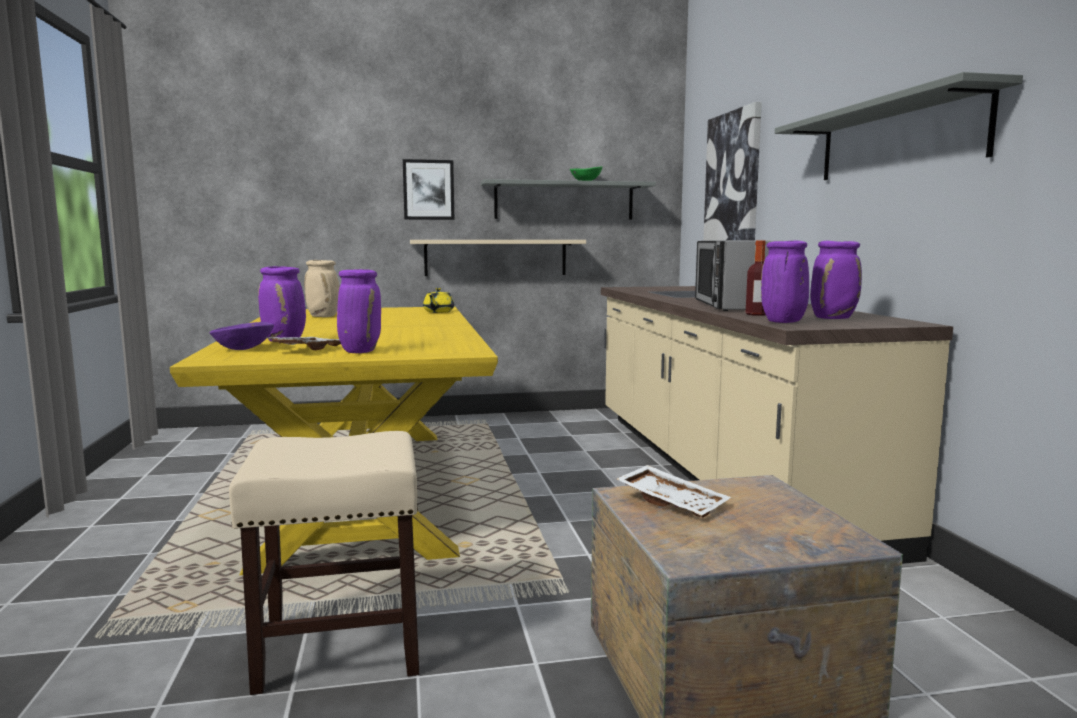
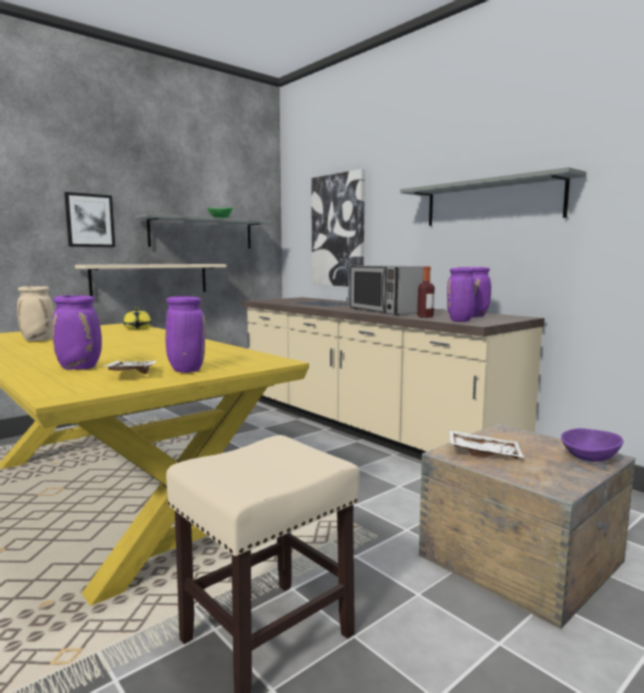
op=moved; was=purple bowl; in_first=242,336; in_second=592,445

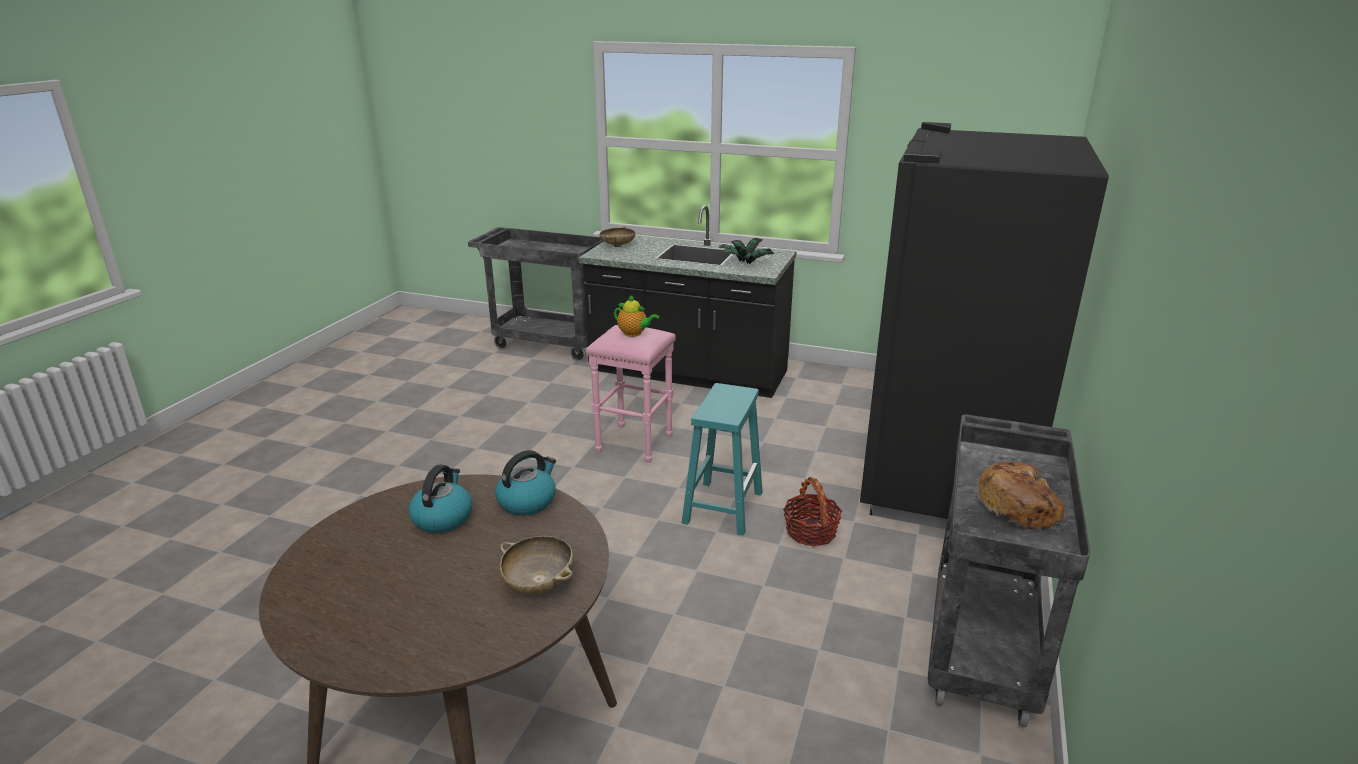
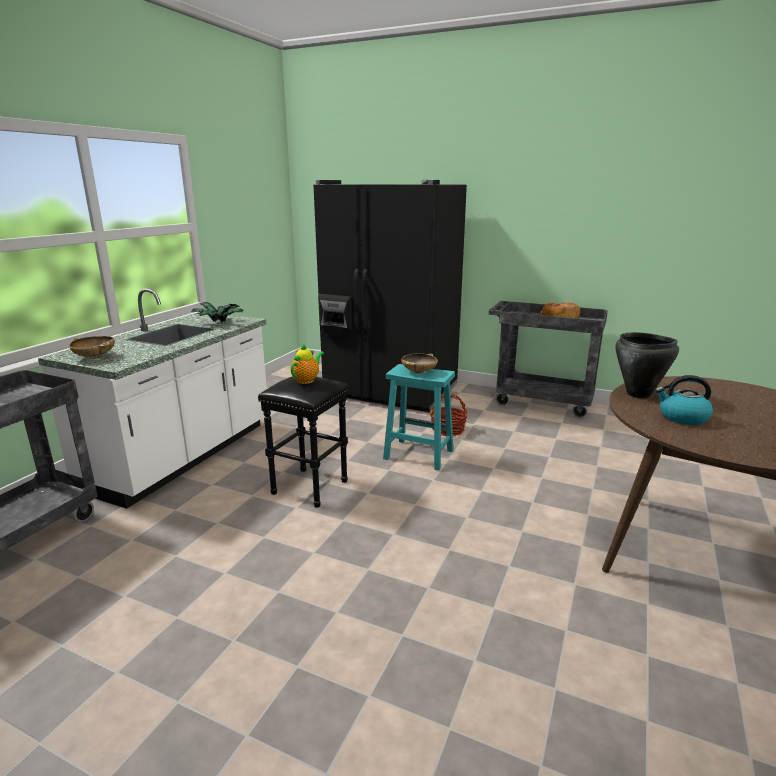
op=recoloured; was=black counter; now=white counter; in_first=688,301; in_second=152,398
op=recoloured; was=pink stool; now=black stool; in_first=631,394; in_second=303,442
op=moved; was=beige bowl; in_first=536,565; in_second=419,363
op=replaced; was=kettle; now=black cooking pot; in_first=525,482; in_second=647,365

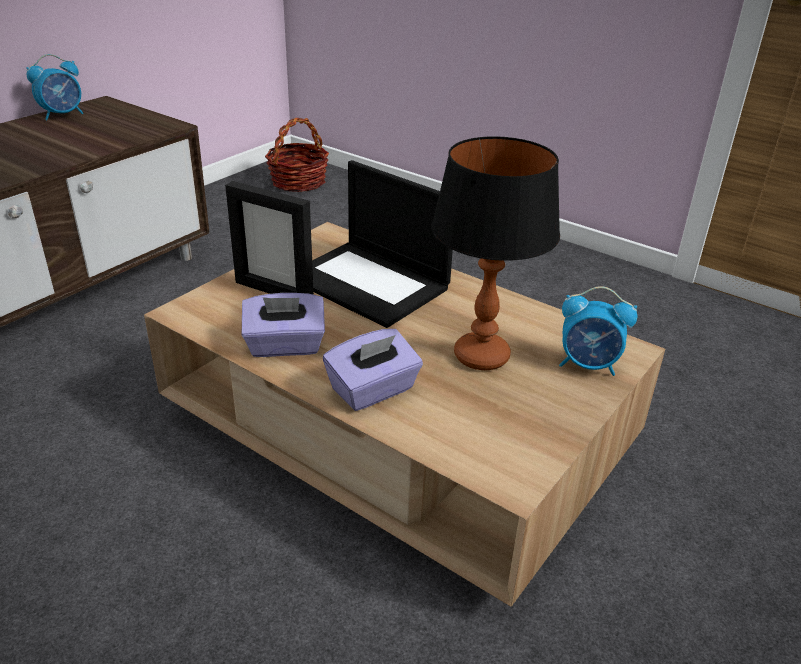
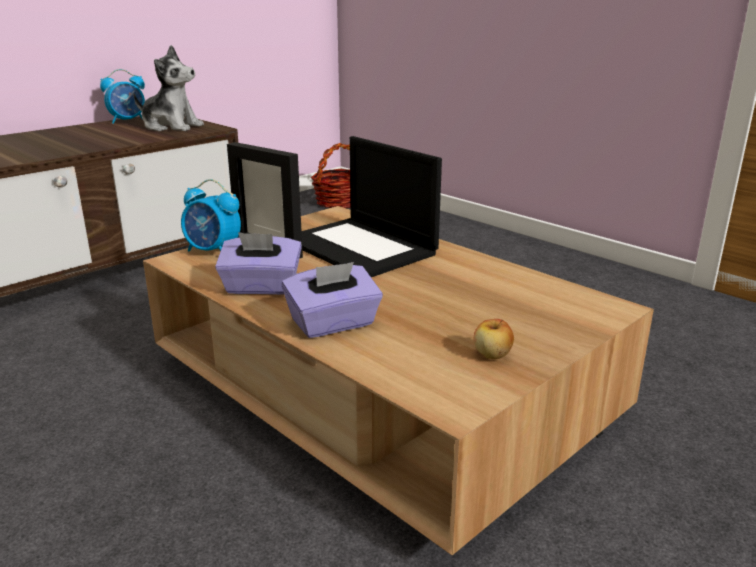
op=added; now=plush toy; in_second=168,88
op=moved; was=alarm clock; in_first=598,331; in_second=211,215
op=added; now=apple; in_second=494,339
op=removed; was=table lamp; in_first=495,253

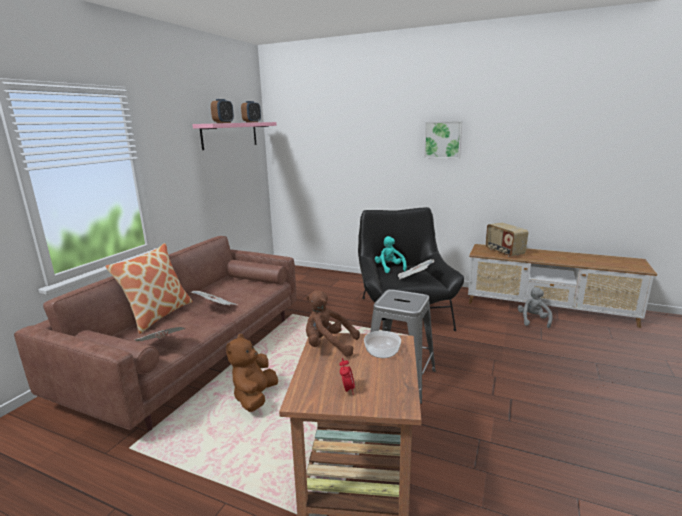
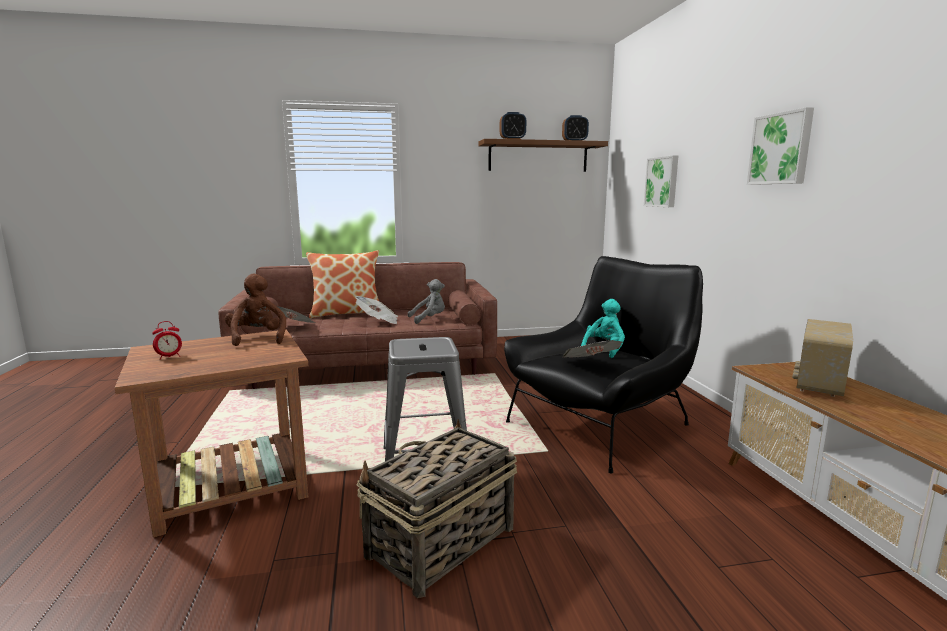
op=added; now=basket; in_second=437,508
op=moved; was=grey plush toy; in_first=535,307; in_second=426,301
op=recoloured; was=pink shelf; now=brown shelf; in_first=234,136; in_second=543,155
op=added; now=picture; in_second=661,181
op=removed; was=brown plush toy; in_first=252,372
op=removed; was=bowl; in_first=382,344

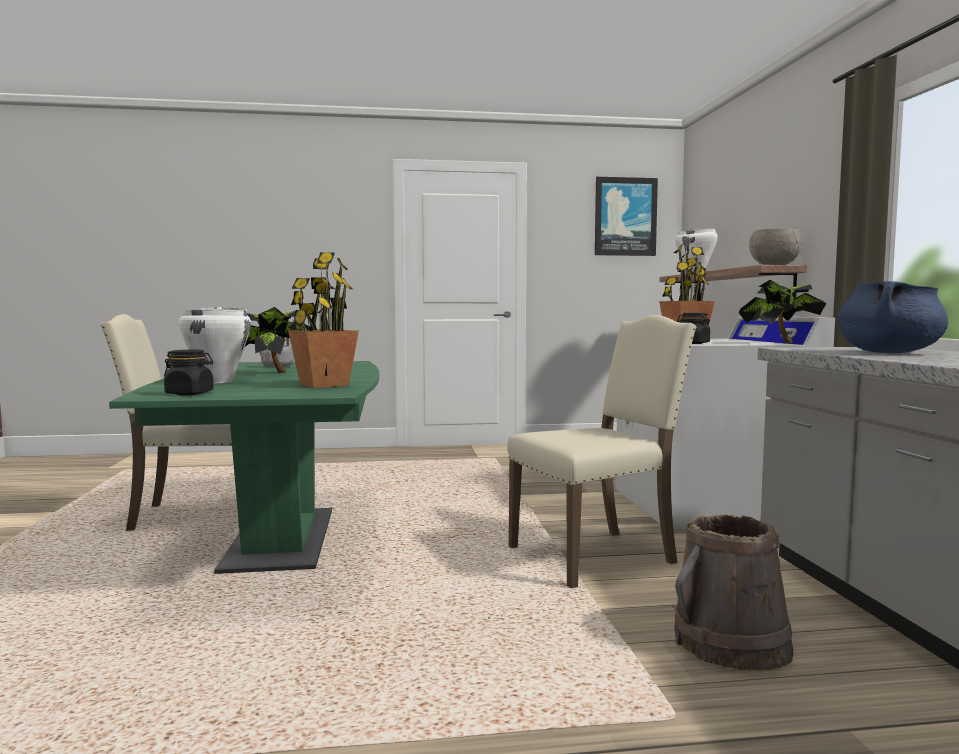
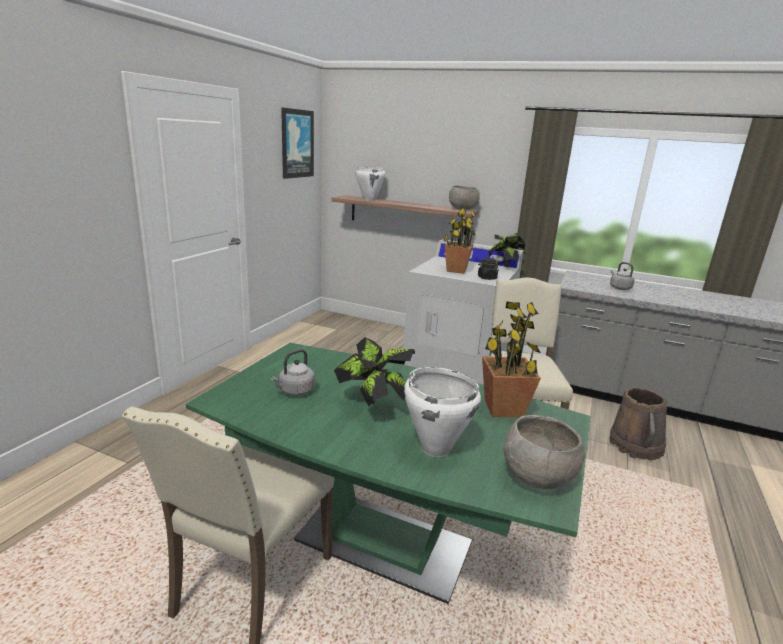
op=replaced; was=black jar; now=grey bowl; in_first=188,372; in_second=544,452
op=replaced; was=blue cooking pot; now=grey kettle; in_first=893,317; in_second=622,276

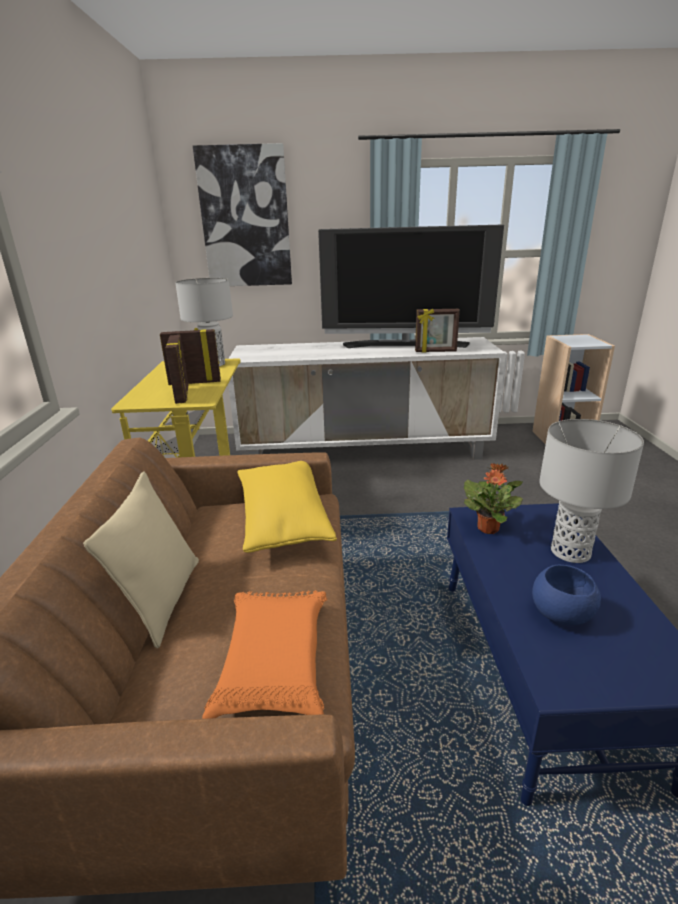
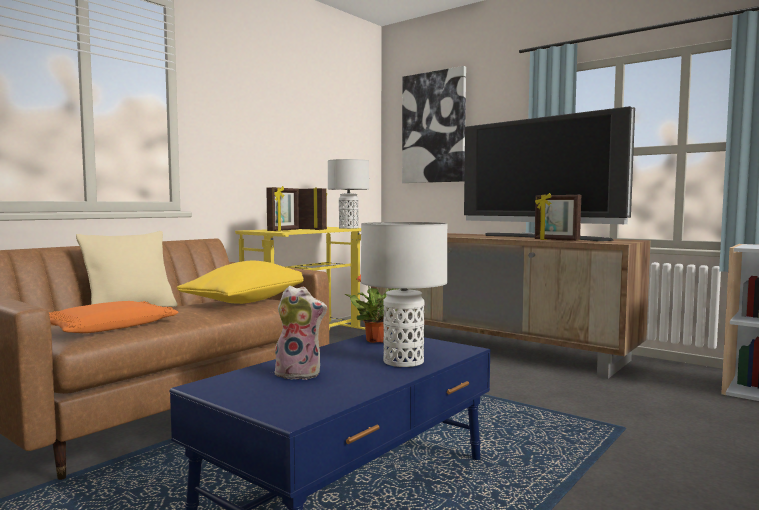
op=replaced; was=blue bowl; now=plush toy; in_first=566,595; in_second=300,333
op=recoloured; was=white tv stand; now=brown tv stand; in_first=367,398; in_second=511,306

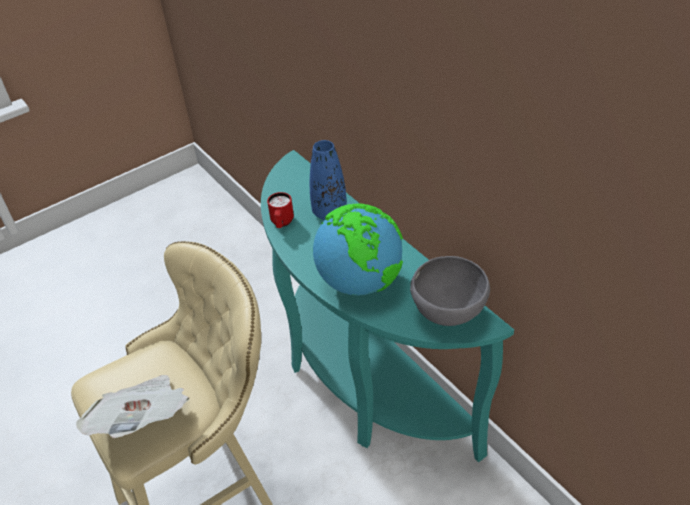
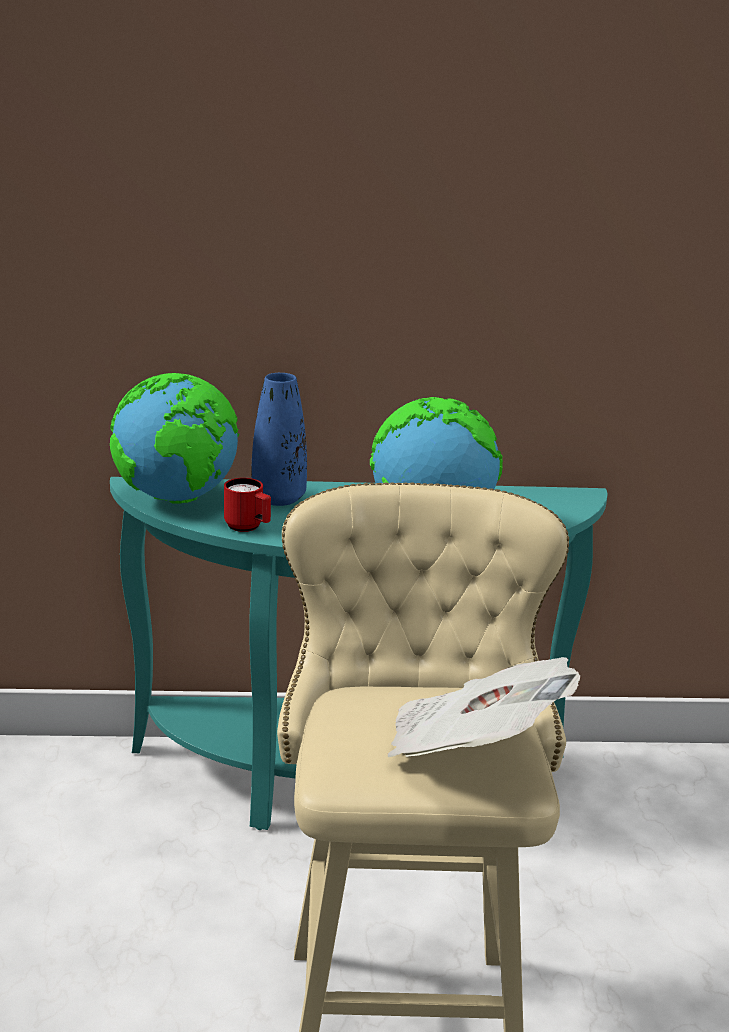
op=added; now=globe; in_second=174,438
op=removed; was=grey bowl; in_first=450,291

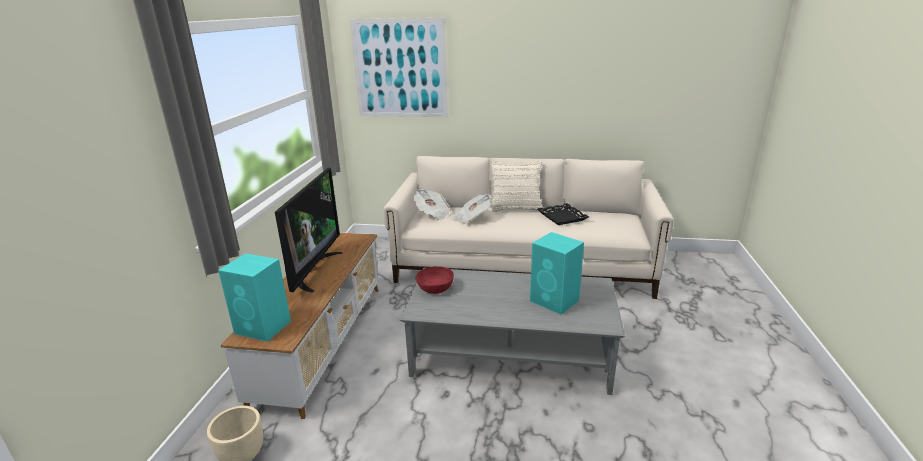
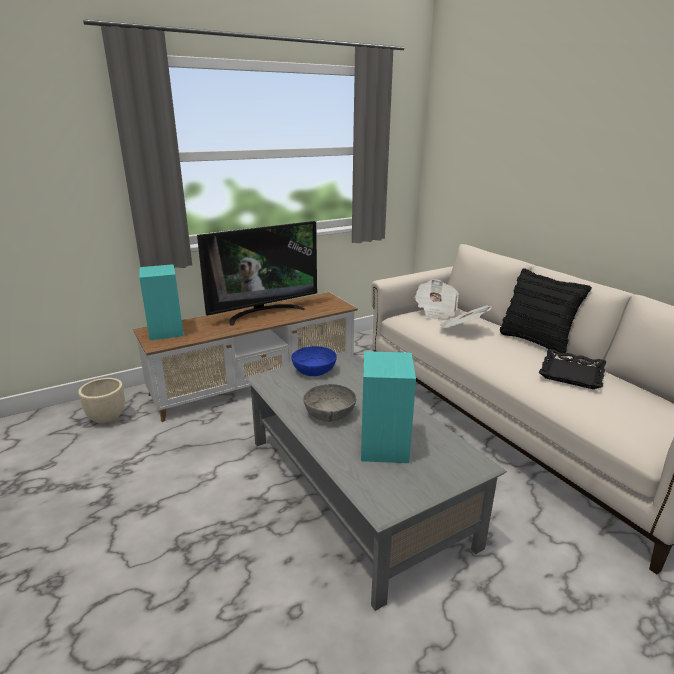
op=recoloured; was=red bowl; now=blue bowl; in_first=435,280; in_second=314,361
op=added; now=grey bowl; in_second=329,403
op=recoloured; was=beige pillow; now=black pillow; in_first=517,186; in_second=546,310
op=removed; was=picture; in_first=399,67

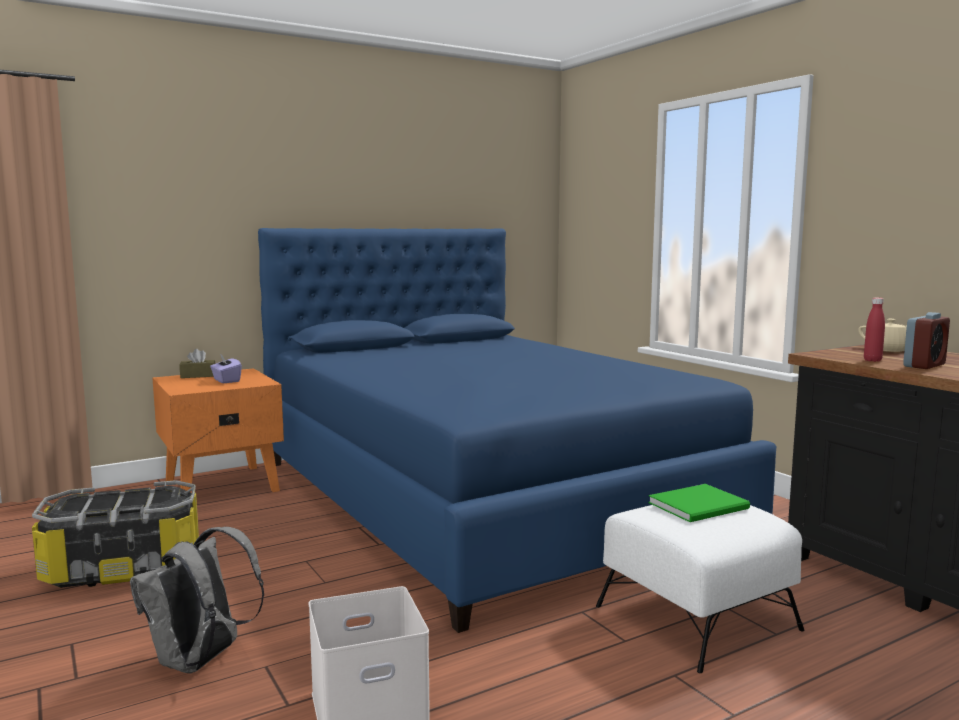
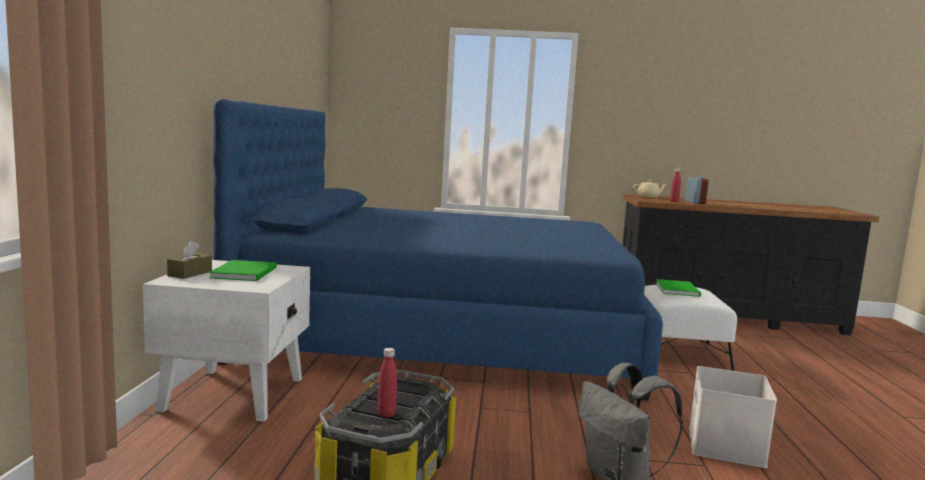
op=recoloured; was=orange nightstand; now=white nightstand; in_first=218,430; in_second=226,341
op=replaced; was=purple tissue box; now=green book; in_first=226,368; in_second=243,270
op=added; now=red bottle; in_second=387,383

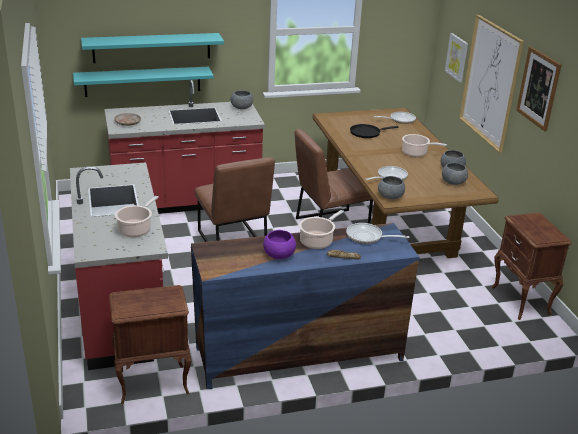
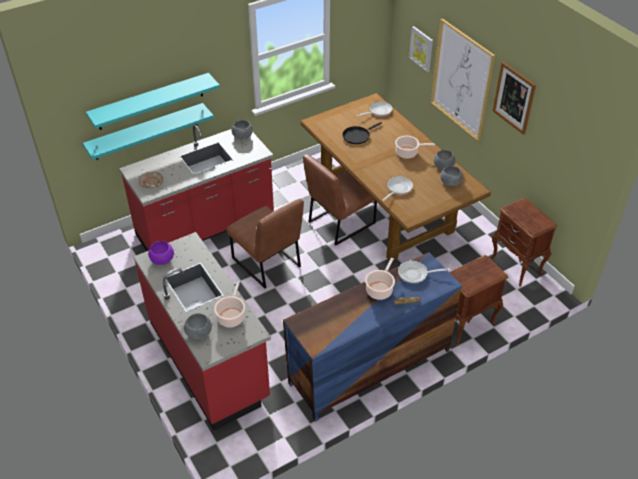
op=moved; was=purple bowl; in_first=279,244; in_second=161,253
op=moved; was=grey bowl; in_first=391,187; in_second=198,326
op=moved; was=brown nightstand; in_first=150,344; in_second=478,300

